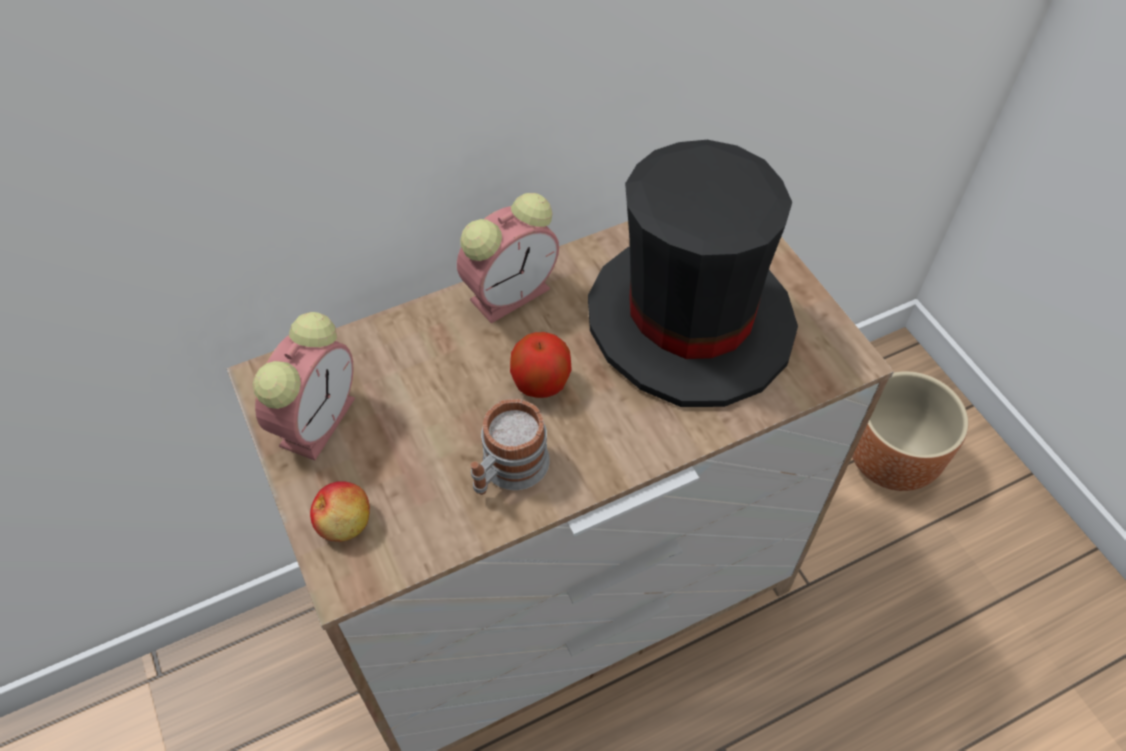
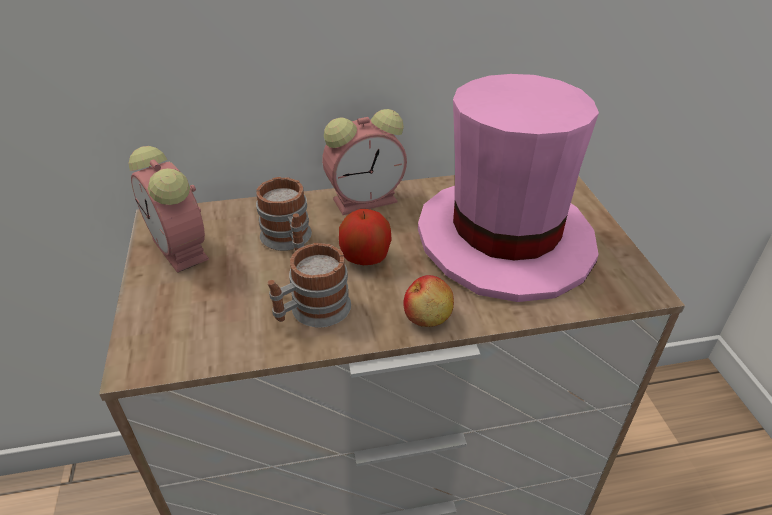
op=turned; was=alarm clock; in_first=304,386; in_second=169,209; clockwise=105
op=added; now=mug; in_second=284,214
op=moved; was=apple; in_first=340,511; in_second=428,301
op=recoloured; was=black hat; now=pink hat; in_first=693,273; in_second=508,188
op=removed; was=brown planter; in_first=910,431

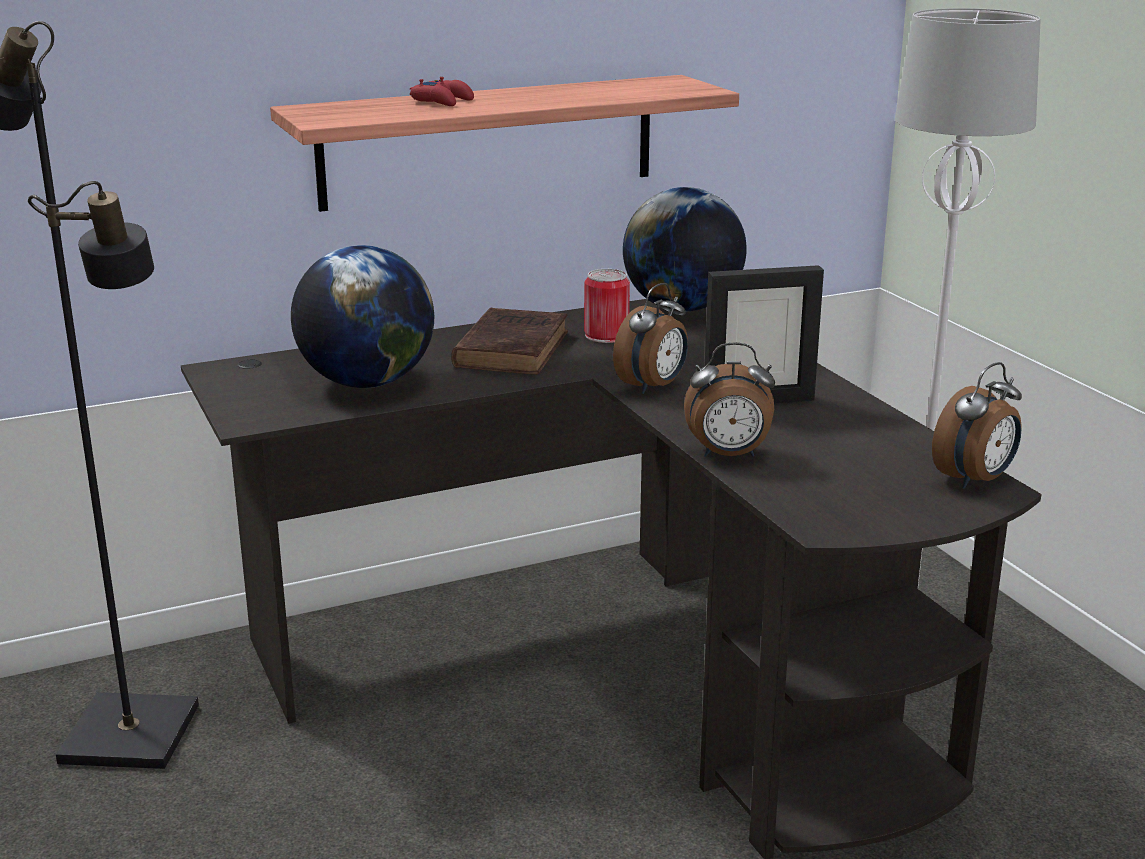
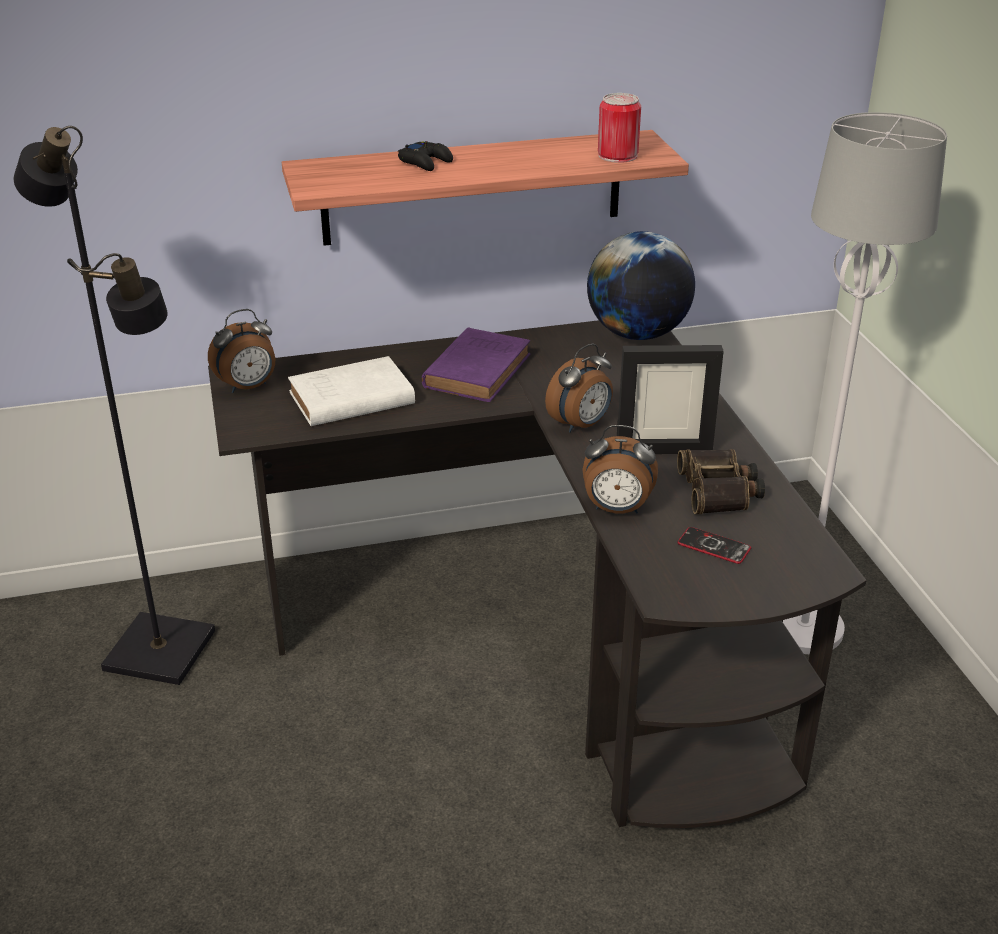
op=moved; was=alarm clock; in_first=977,425; in_second=241,351
op=replaced; was=globe; now=white book; in_first=362,316; in_second=351,391
op=recoloured; was=red game controller; now=black game controller; in_first=442,91; in_second=425,156
op=recoloured; was=brown book; now=purple book; in_first=509,341; in_second=476,364
op=moved; was=can; in_first=607,306; in_second=619,128
op=added; now=binoculars; in_second=721,481
op=added; now=phone; in_second=714,545

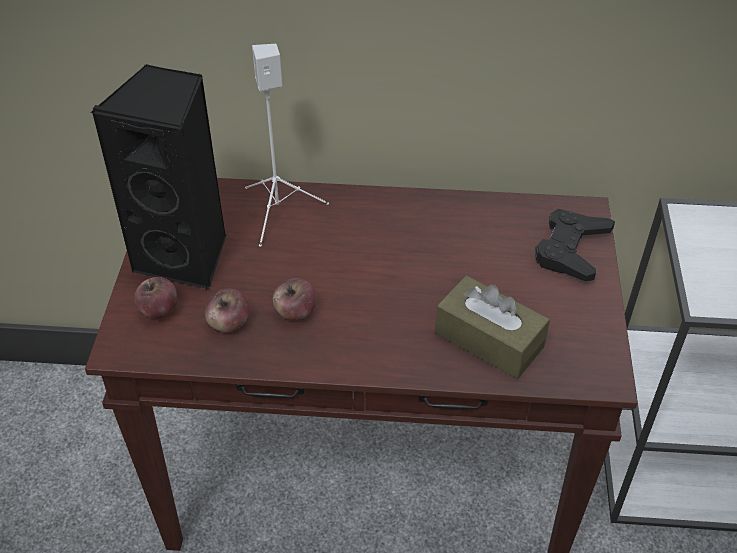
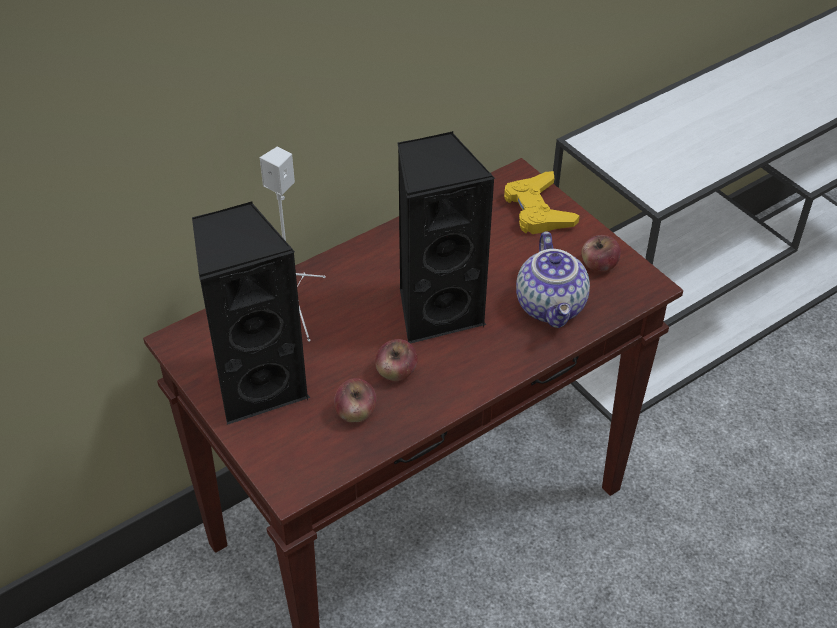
op=added; now=black speaker; in_second=446,237
op=recoloured; was=black game controller; now=yellow game controller; in_first=575,245; in_second=541,202
op=replaced; was=brown tissue box; now=teapot; in_first=492,327; in_second=553,280
op=moved; was=apple; in_first=155,298; in_second=601,253

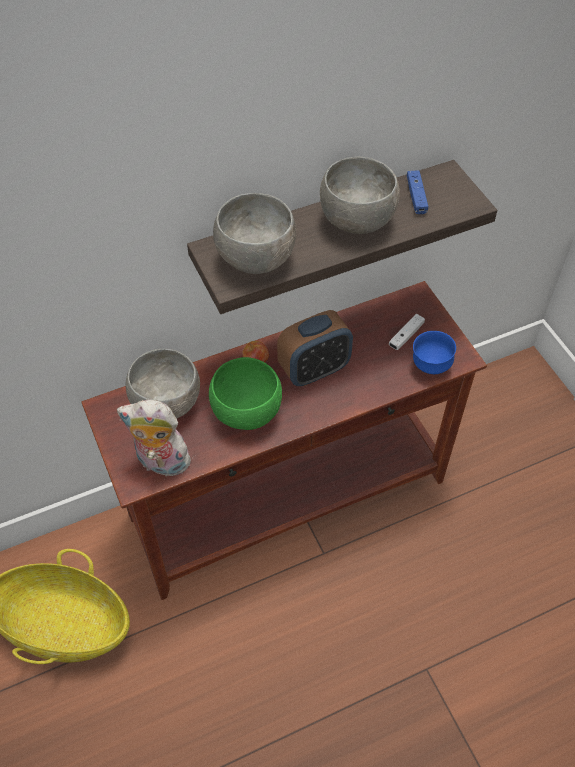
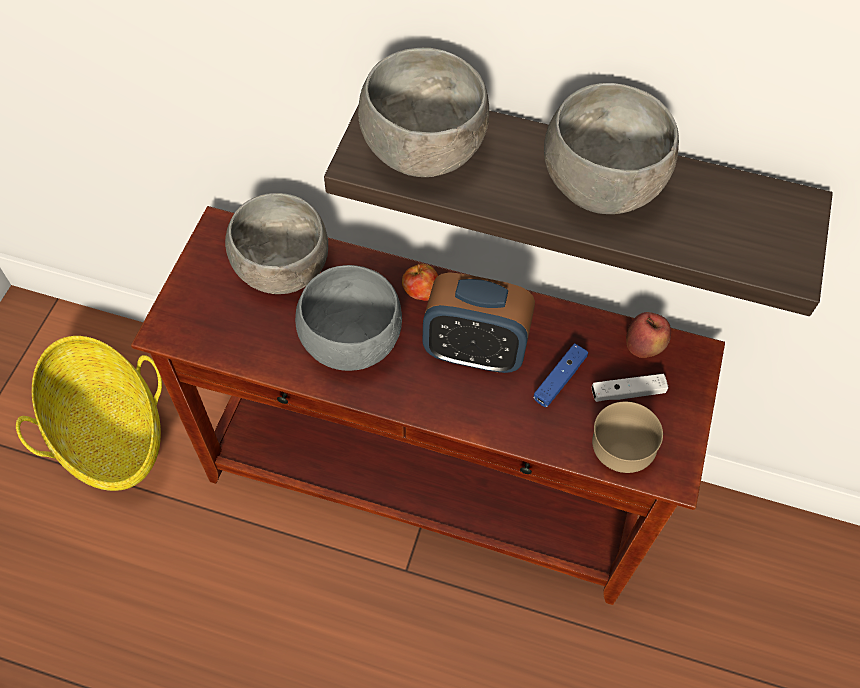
op=recoloured; was=green bowl; now=grey bowl; in_first=245,393; in_second=348,318
op=moved; was=blue game controller; in_first=417,192; in_second=560,375
op=recoloured; was=blue bowl; now=brown bowl; in_first=434,352; in_second=627,437
op=added; now=apple; in_second=648,335
op=removed; was=plush toy; in_first=155,438

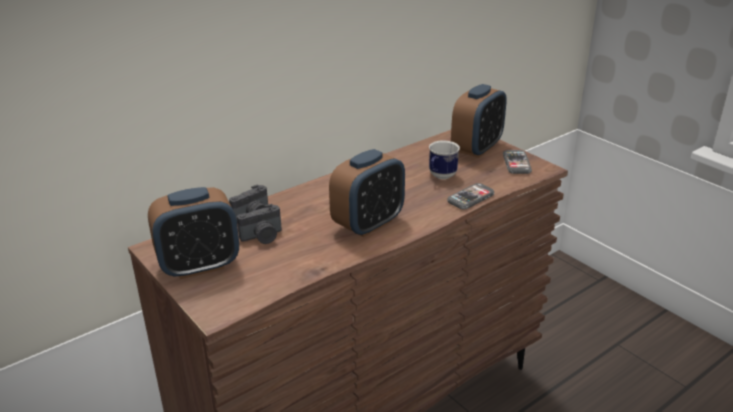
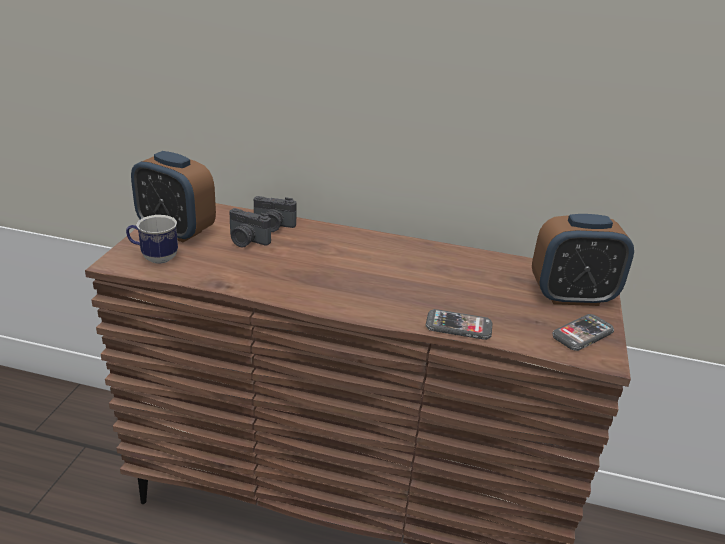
op=moved; was=mug; in_first=444,160; in_second=152,239
op=removed; was=alarm clock; in_first=367,193

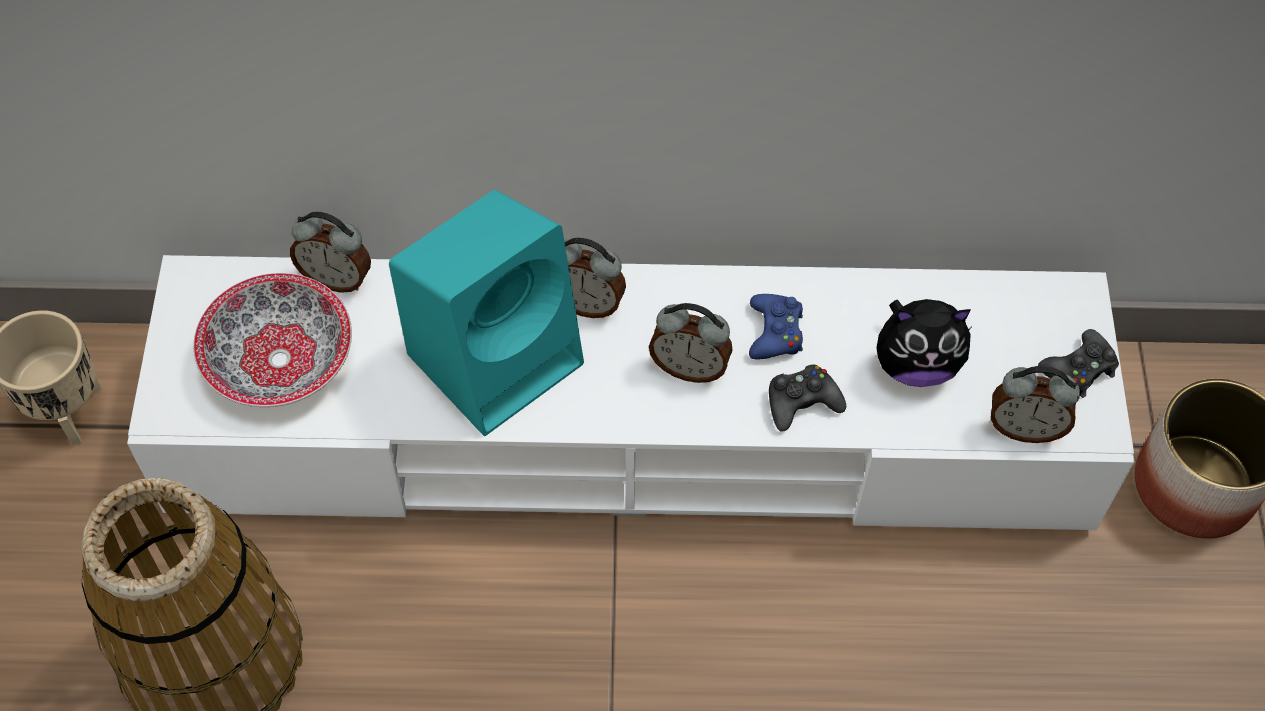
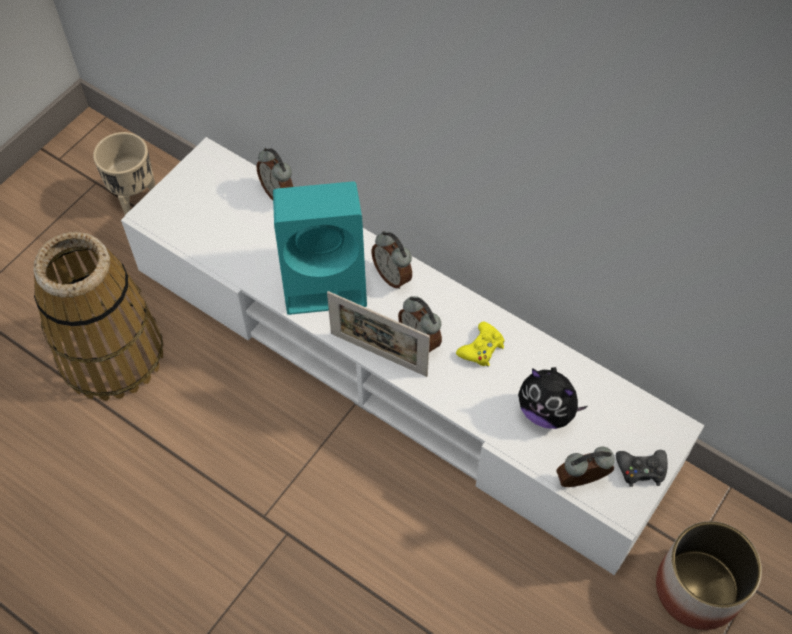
op=added; now=picture frame; in_second=378,334
op=recoloured; was=blue game controller; now=yellow game controller; in_first=776,327; in_second=480,344
op=turned; was=alarm clock; in_first=1035,404; in_second=586,466; clockwise=120
op=removed; was=bowl; in_first=272,340
op=removed; was=black game controller; in_first=807,398

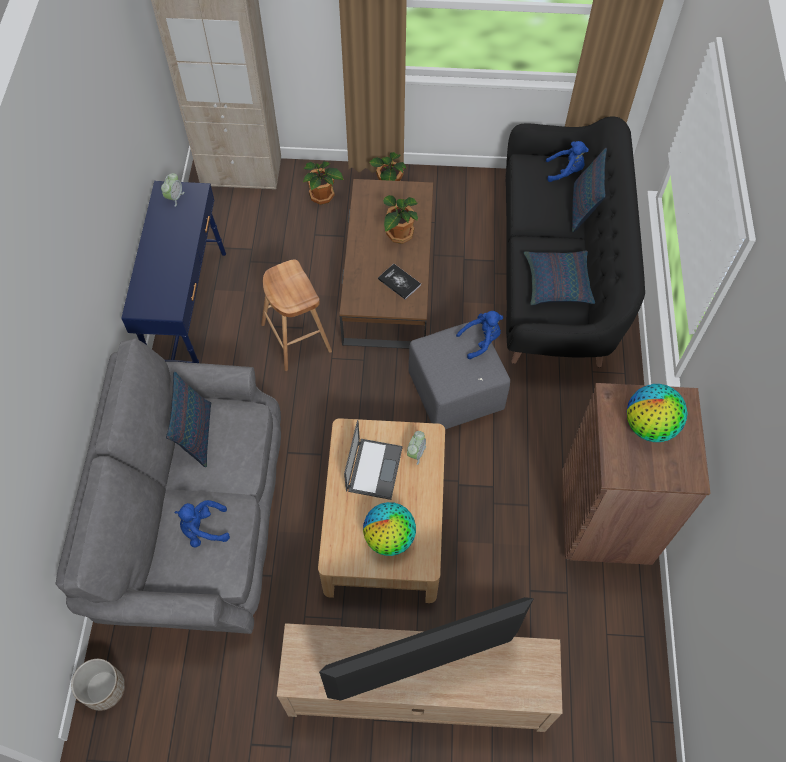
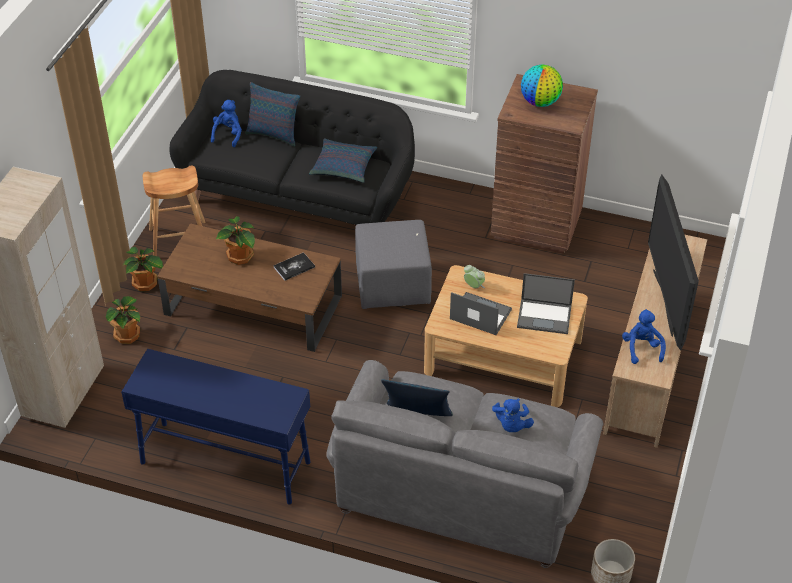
op=moved; was=brown stool; in_first=296,315; in_second=174,211
op=replaced; was=globe; now=laptop; in_first=389,529; in_second=546,303
op=moved; was=blue plush toy; in_first=479,335; in_second=644,336
op=removed; was=alarm clock; in_first=172,190

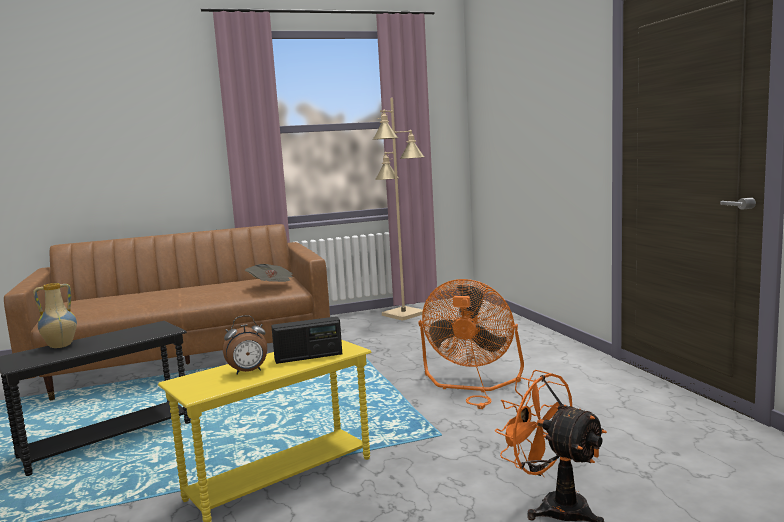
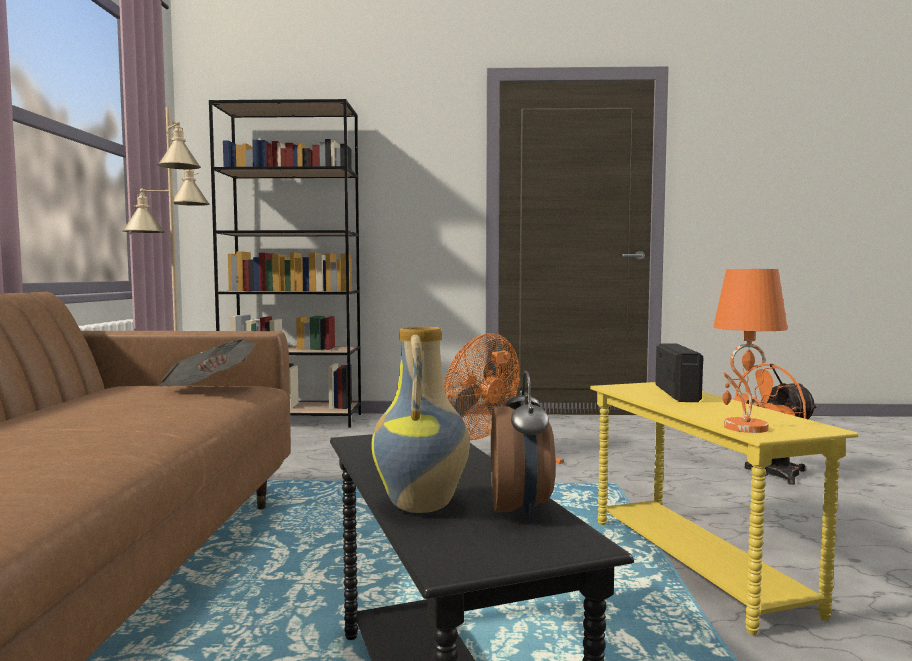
op=added; now=beige bookcase; in_second=285,263
op=moved; was=alarm clock; in_first=245,345; in_second=523,445
op=added; now=orange table lamp; in_second=750,351

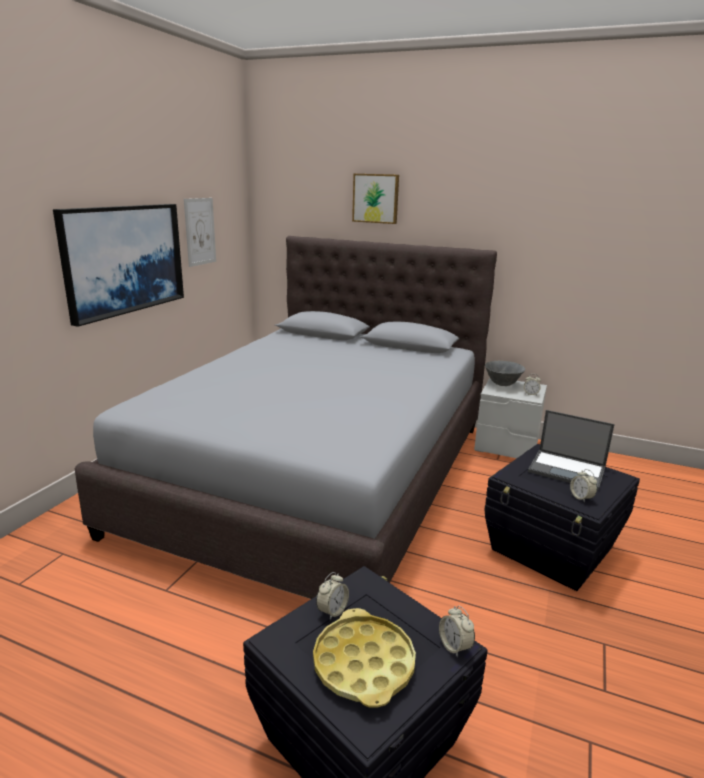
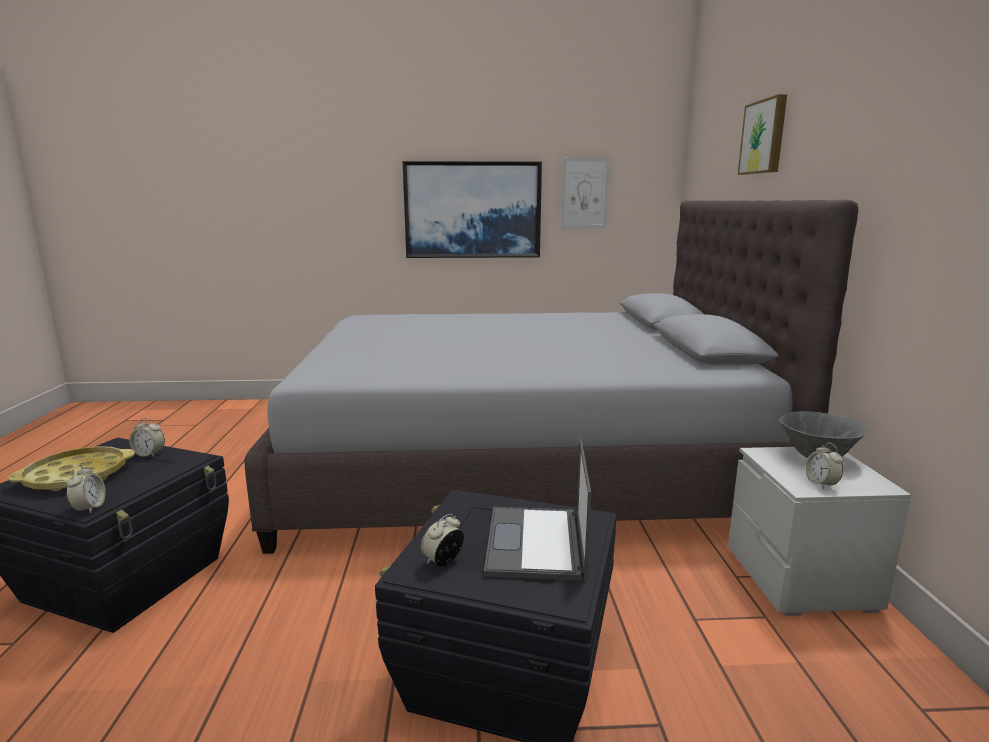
op=turned; was=alarm clock; in_first=457,631; in_second=86,489; clockwise=135

